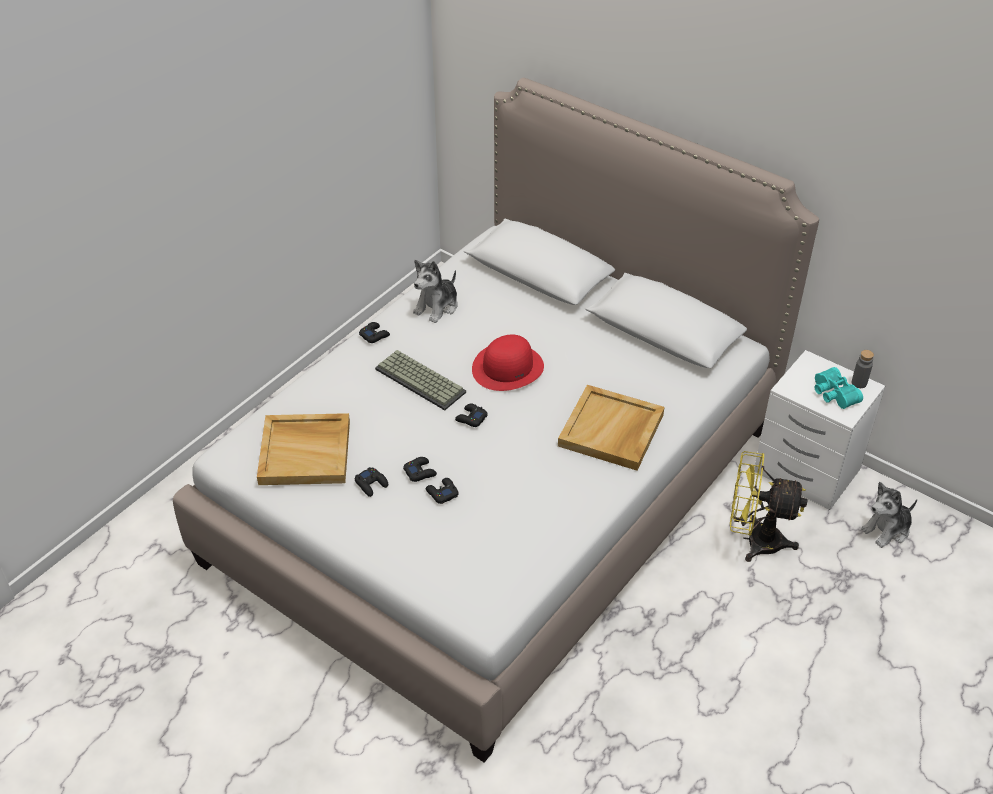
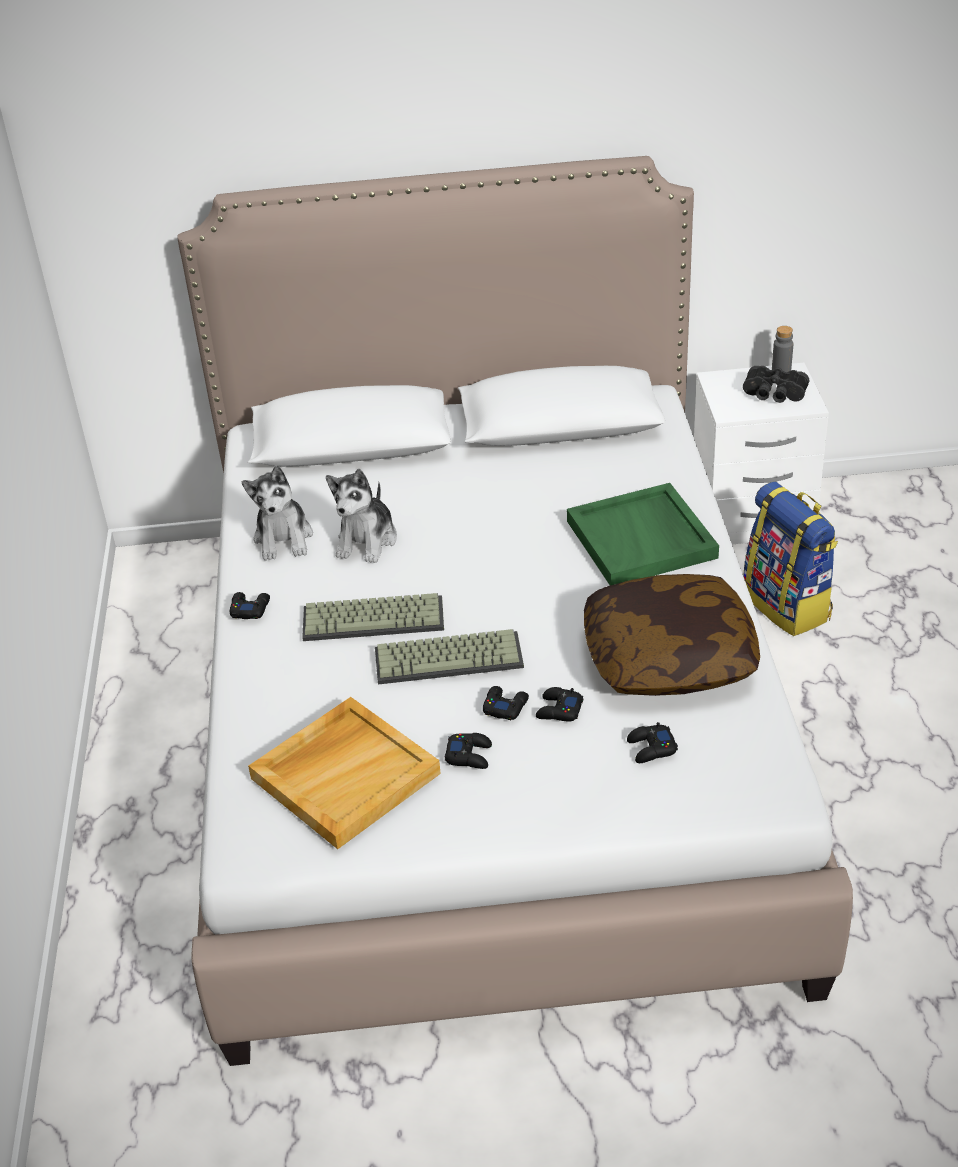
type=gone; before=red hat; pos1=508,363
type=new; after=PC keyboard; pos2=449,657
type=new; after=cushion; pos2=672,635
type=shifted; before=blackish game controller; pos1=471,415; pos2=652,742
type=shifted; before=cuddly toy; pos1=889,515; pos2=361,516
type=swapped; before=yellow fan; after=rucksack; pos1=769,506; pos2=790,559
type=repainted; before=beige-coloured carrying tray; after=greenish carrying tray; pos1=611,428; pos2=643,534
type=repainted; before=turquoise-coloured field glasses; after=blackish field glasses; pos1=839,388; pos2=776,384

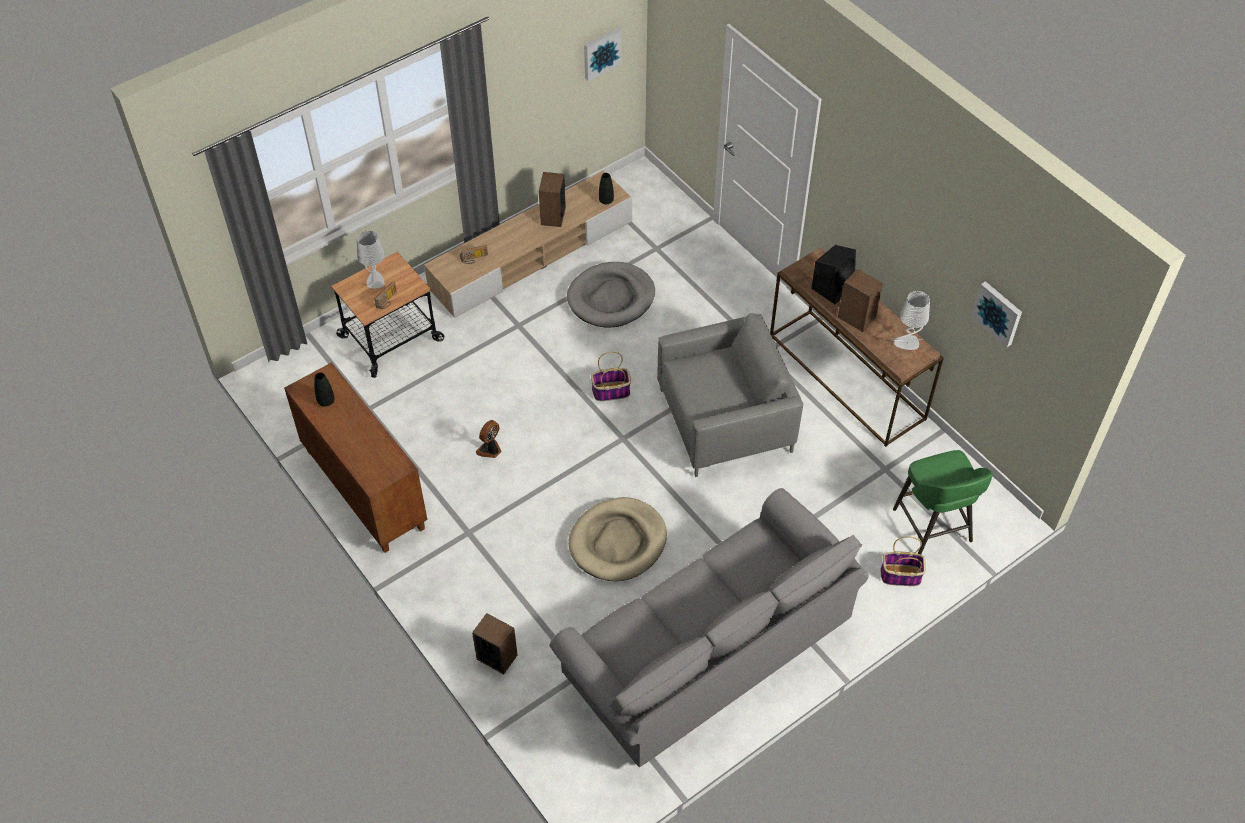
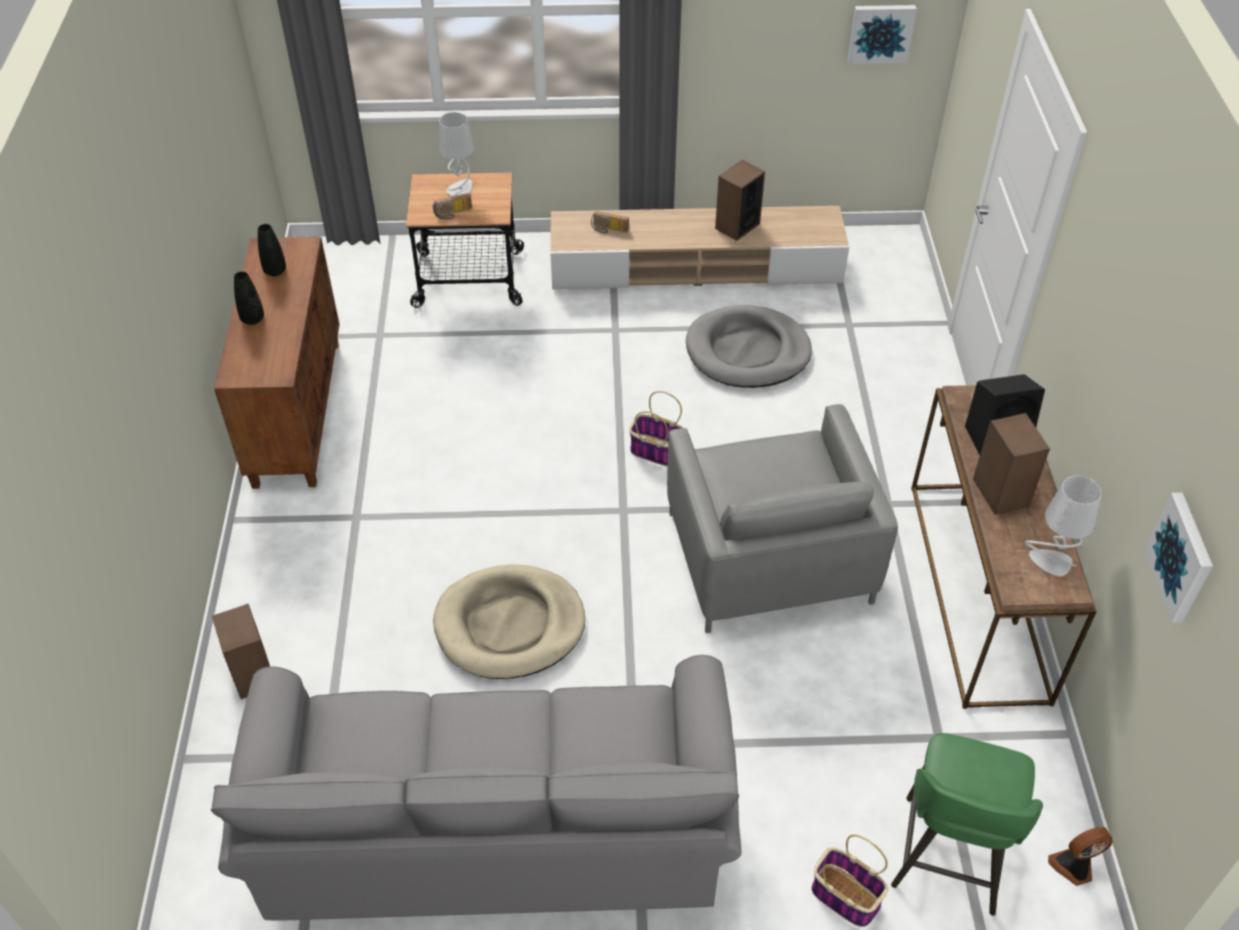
type=shifted; before=fan; pos1=489,439; pos2=1080,856
type=shifted; before=blackish vase; pos1=606,188; pos2=249,298
type=rotated; before=gray easy chair; pos1=730,395; pos2=782,518; turn=60

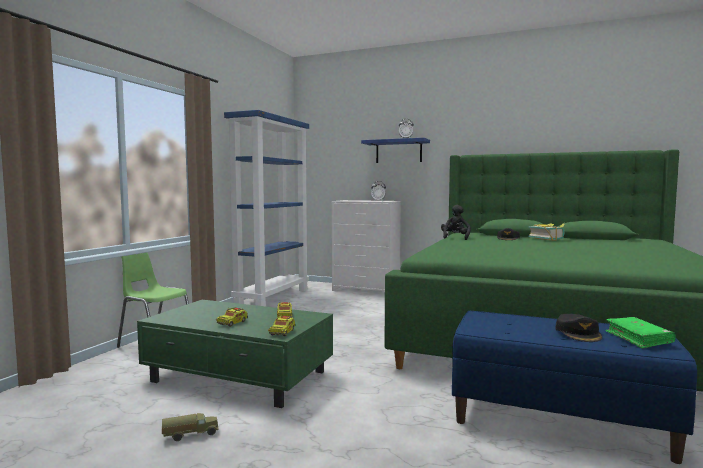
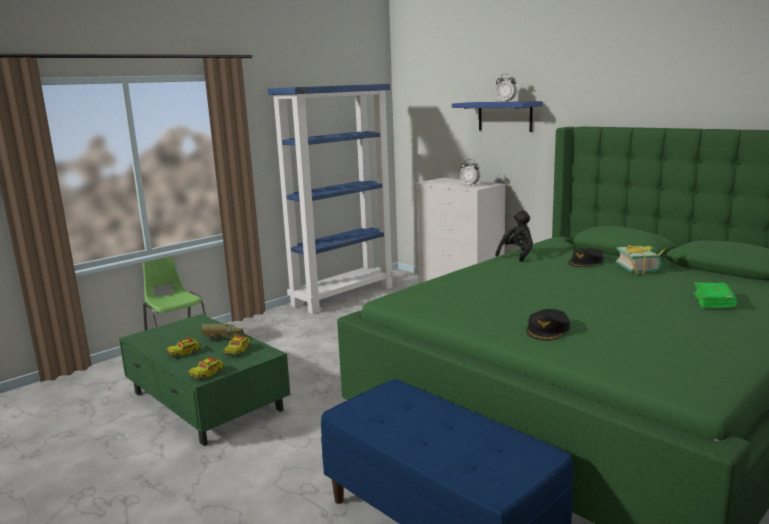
type=shifted; before=toy truck; pos1=190,427; pos2=223,332
type=shifted; before=blackish baseball cap; pos1=579,328; pos2=548,325
type=shifted; before=greenish volume; pos1=640,333; pos2=715,295

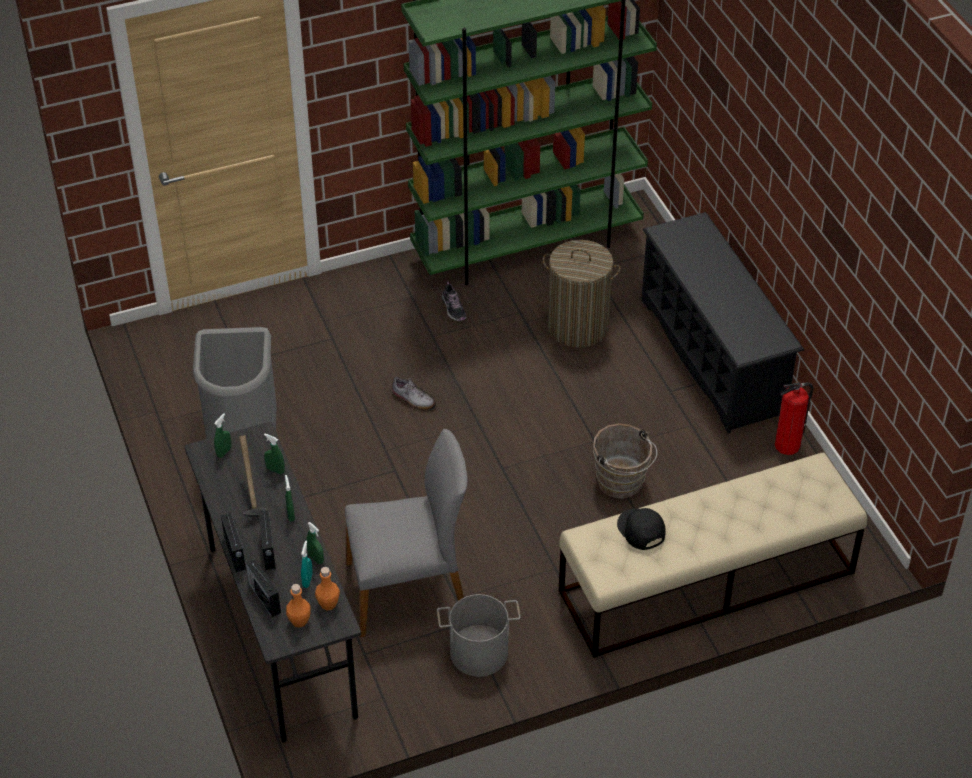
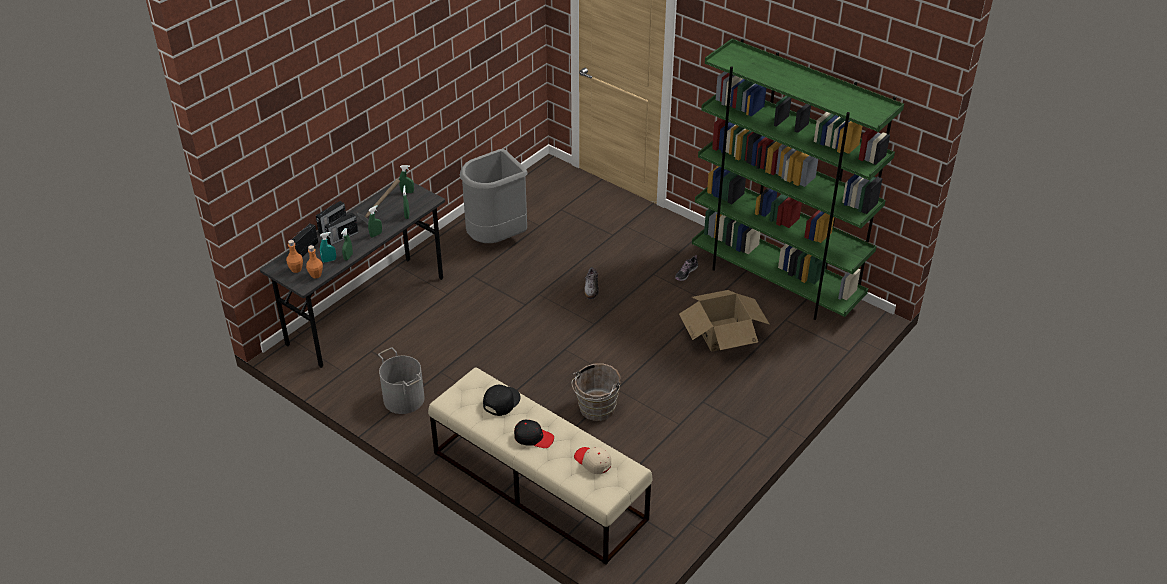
type=gone; before=gray chair; pos1=406,533
type=gone; before=blackish shoe rack; pos1=722,322
type=gone; before=extinguisher; pos1=794,418
type=new; after=blackish baseball cap; pos2=534,434
type=new; after=beige-coloured baseball cap; pos2=592,460
type=swapped; before=laundry basket; after=carton; pos1=582,294; pos2=724,321

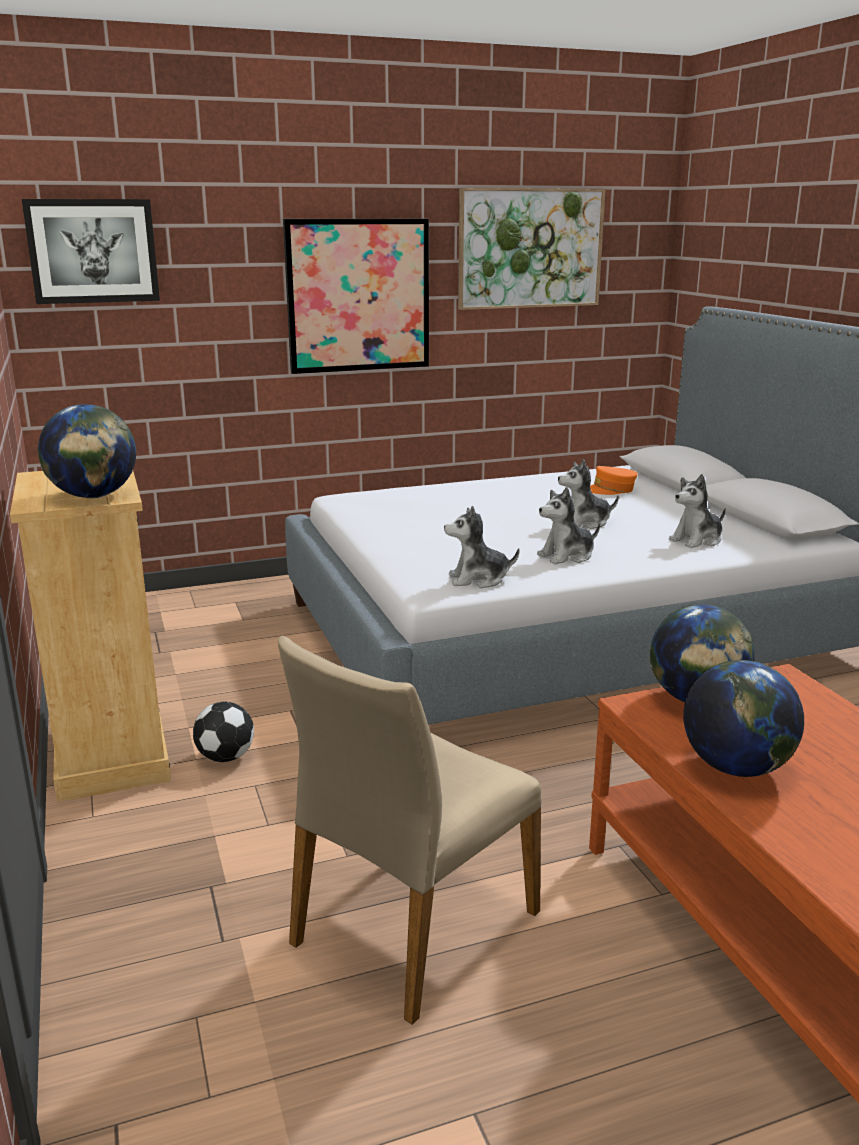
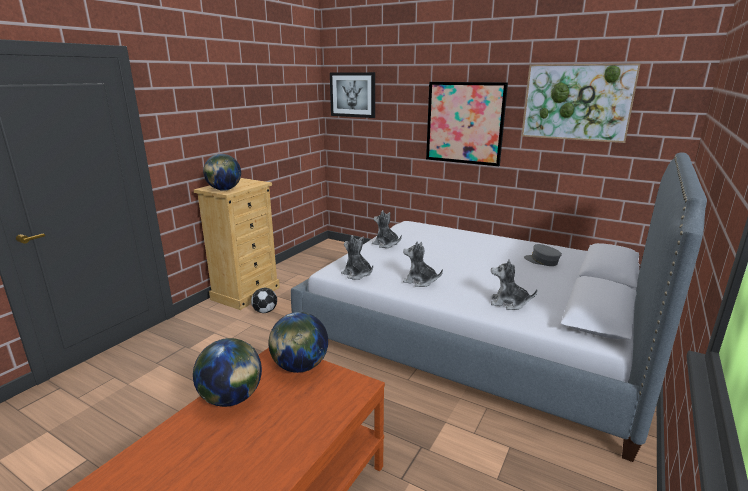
type=gone; before=beige-coloured chair; pos1=410,830
type=shifted; before=cuddly toy; pos1=588,494; pos2=387,229
type=repainted; before=orange baseball cap; after=gray baseball cap; pos1=614,480; pos2=543,255

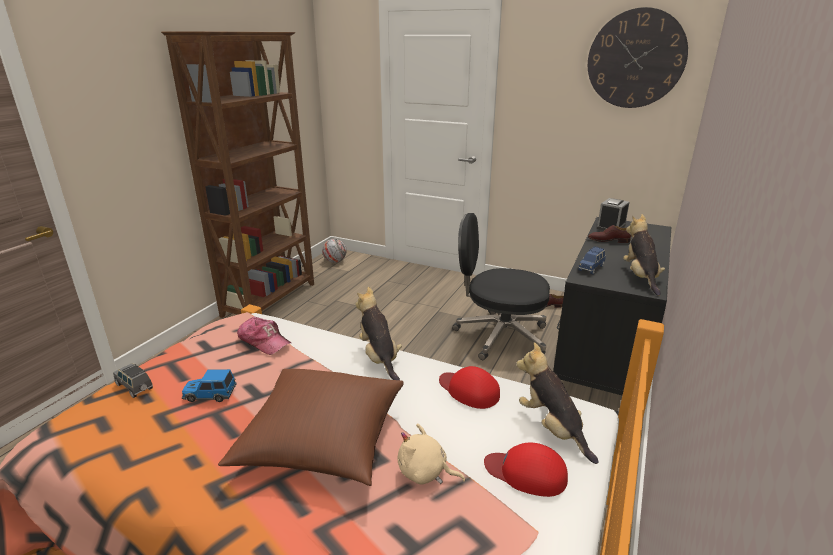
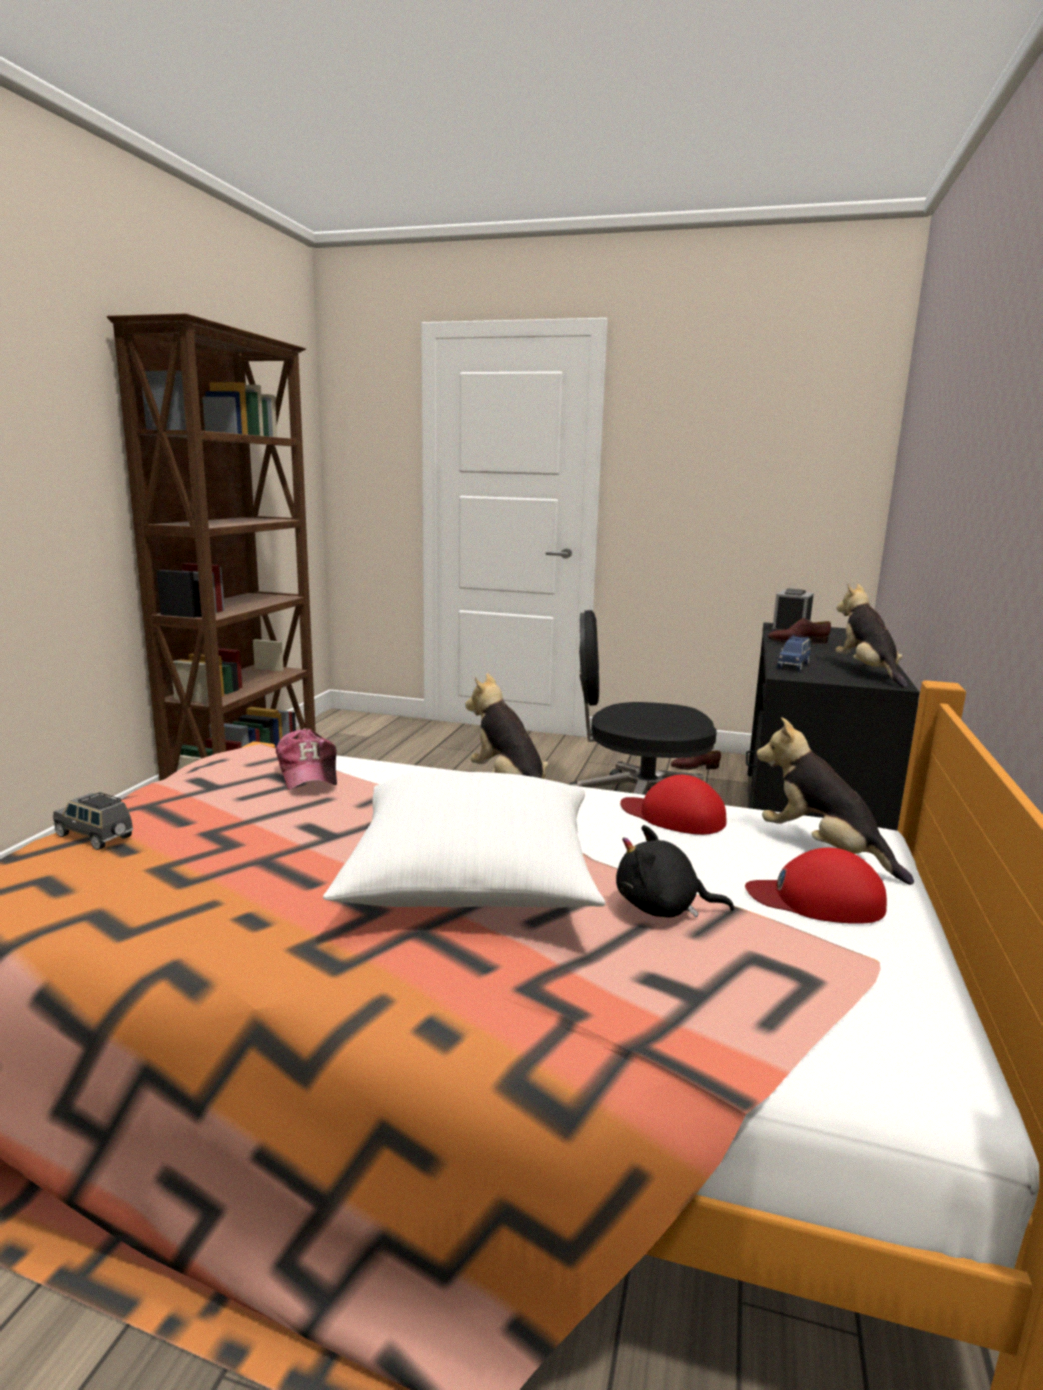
type=gone; before=toy car; pos1=209,385
type=gone; before=football ball; pos1=334,251
type=gone; before=wall clock; pos1=638,57
type=repainted; before=brown cushion; after=whitish cushion; pos1=311,427; pos2=464,840
type=repainted; before=beige-coloured cuddly toy; after=blackish cuddly toy; pos1=431,454; pos2=675,871
type=rotated; before=baseball cap; pos1=264,336; pos2=306,759; turn=45

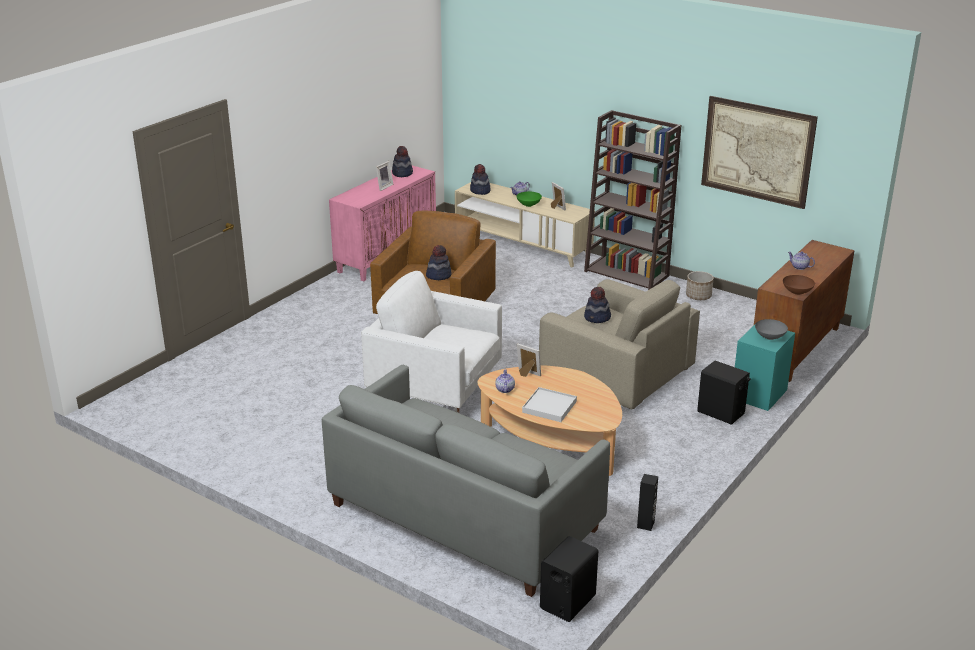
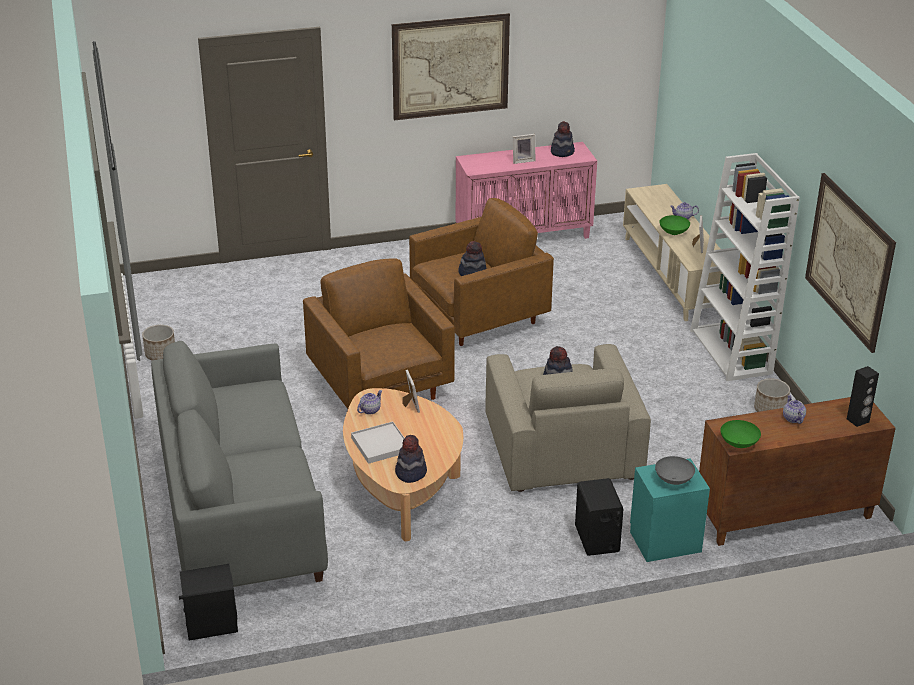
type=new; after=plant pot; pos2=158,343
type=new; after=wall picture; pos2=451,67
type=shifted; before=hat; pos1=480,179; pos2=411,459
type=shifted; before=blackish loudspeaker; pos1=647,502; pos2=863,396
type=repainted; before=whitish easy chair; after=brown easy chair; pos1=431,342; pos2=379,333
type=repainted; before=brown shelving unit; after=whitish shelving unit; pos1=632,200; pos2=745,267
type=repainted; before=brown bowl; after=greenish bowl; pos1=799,285; pos2=740,434

